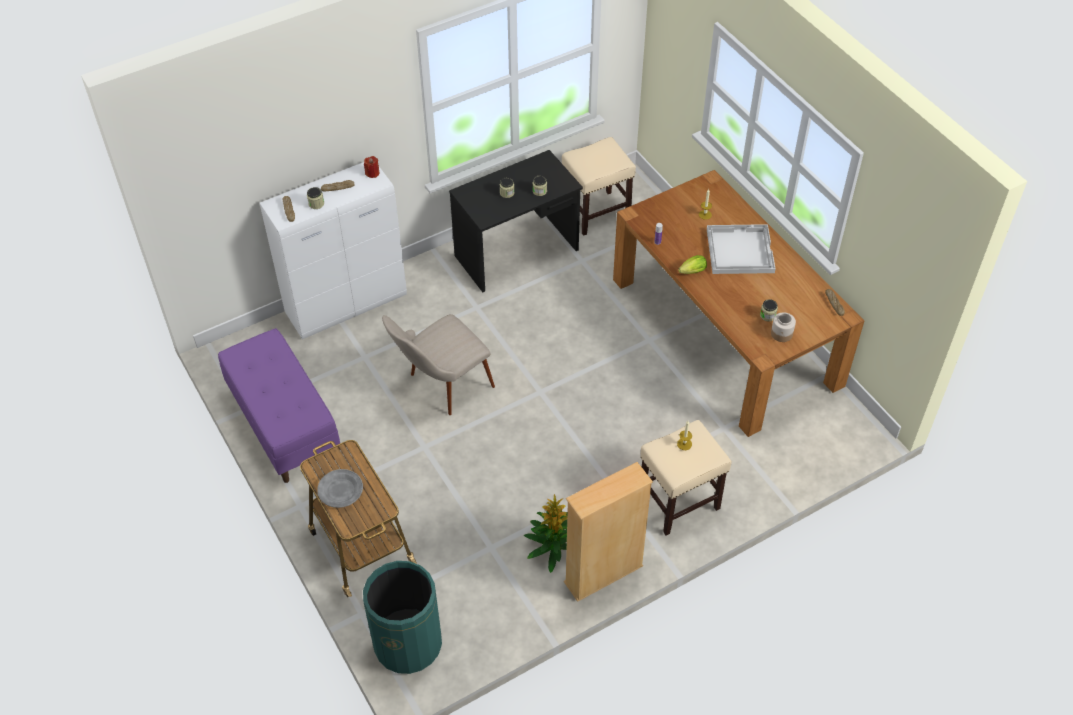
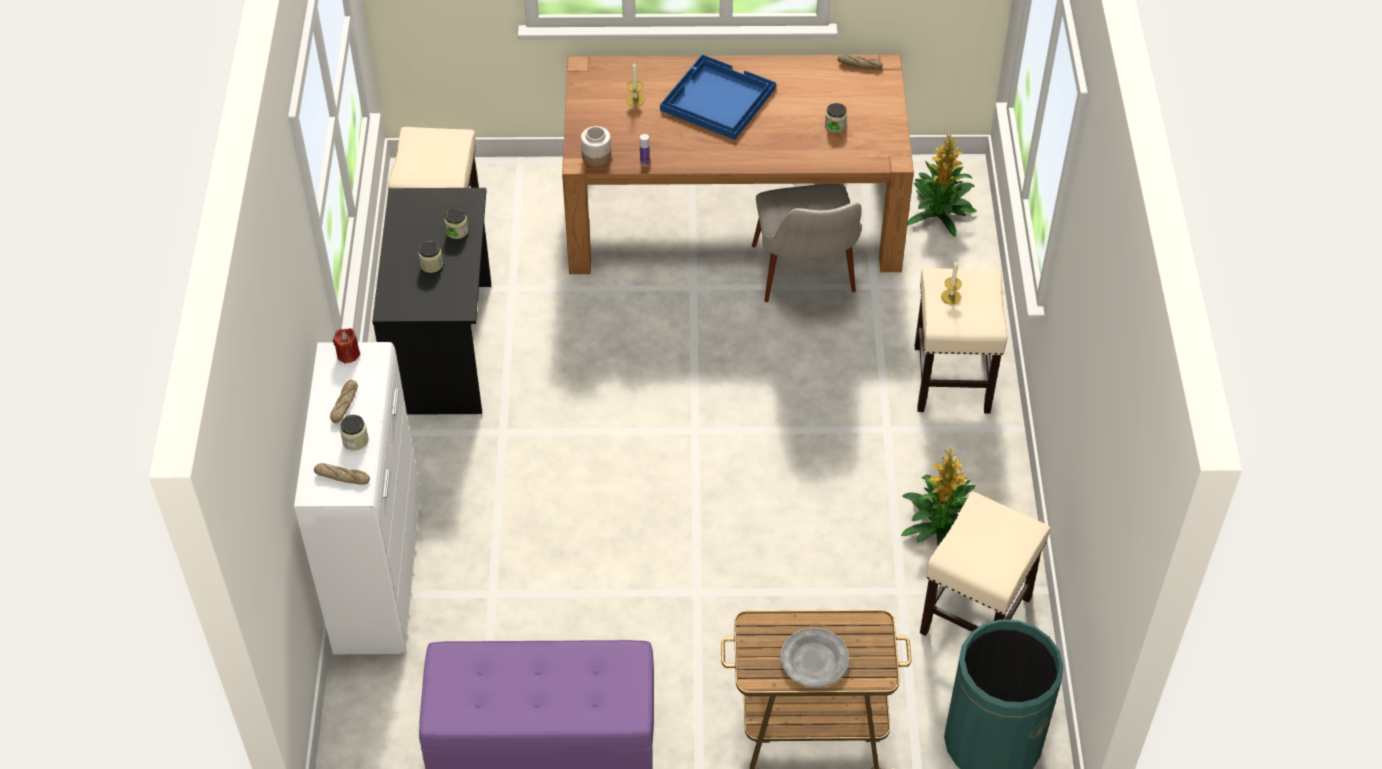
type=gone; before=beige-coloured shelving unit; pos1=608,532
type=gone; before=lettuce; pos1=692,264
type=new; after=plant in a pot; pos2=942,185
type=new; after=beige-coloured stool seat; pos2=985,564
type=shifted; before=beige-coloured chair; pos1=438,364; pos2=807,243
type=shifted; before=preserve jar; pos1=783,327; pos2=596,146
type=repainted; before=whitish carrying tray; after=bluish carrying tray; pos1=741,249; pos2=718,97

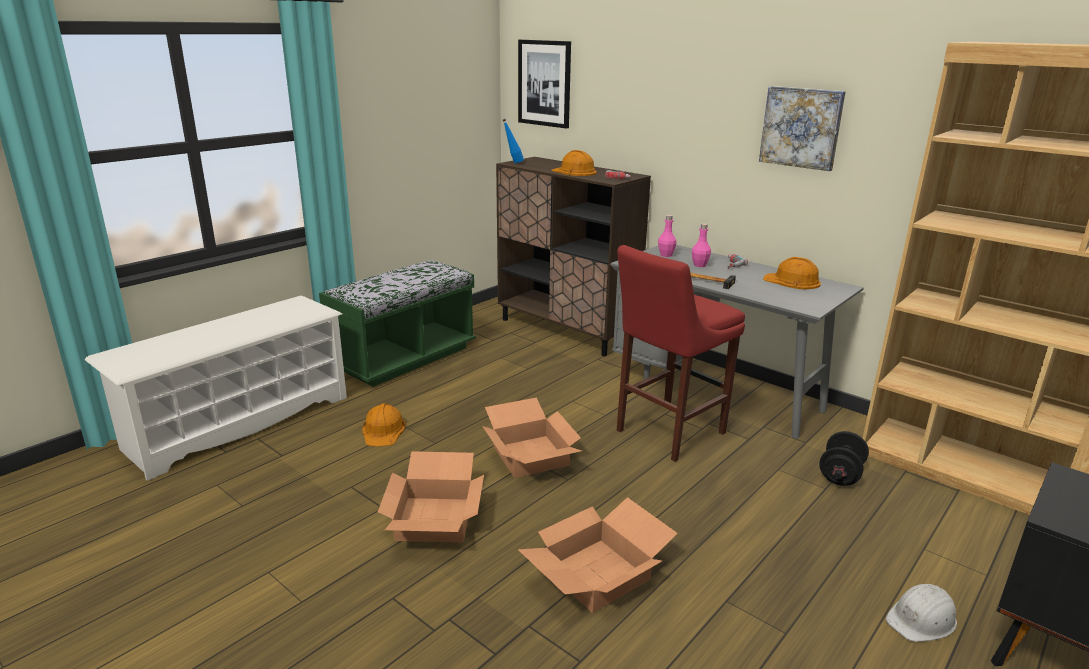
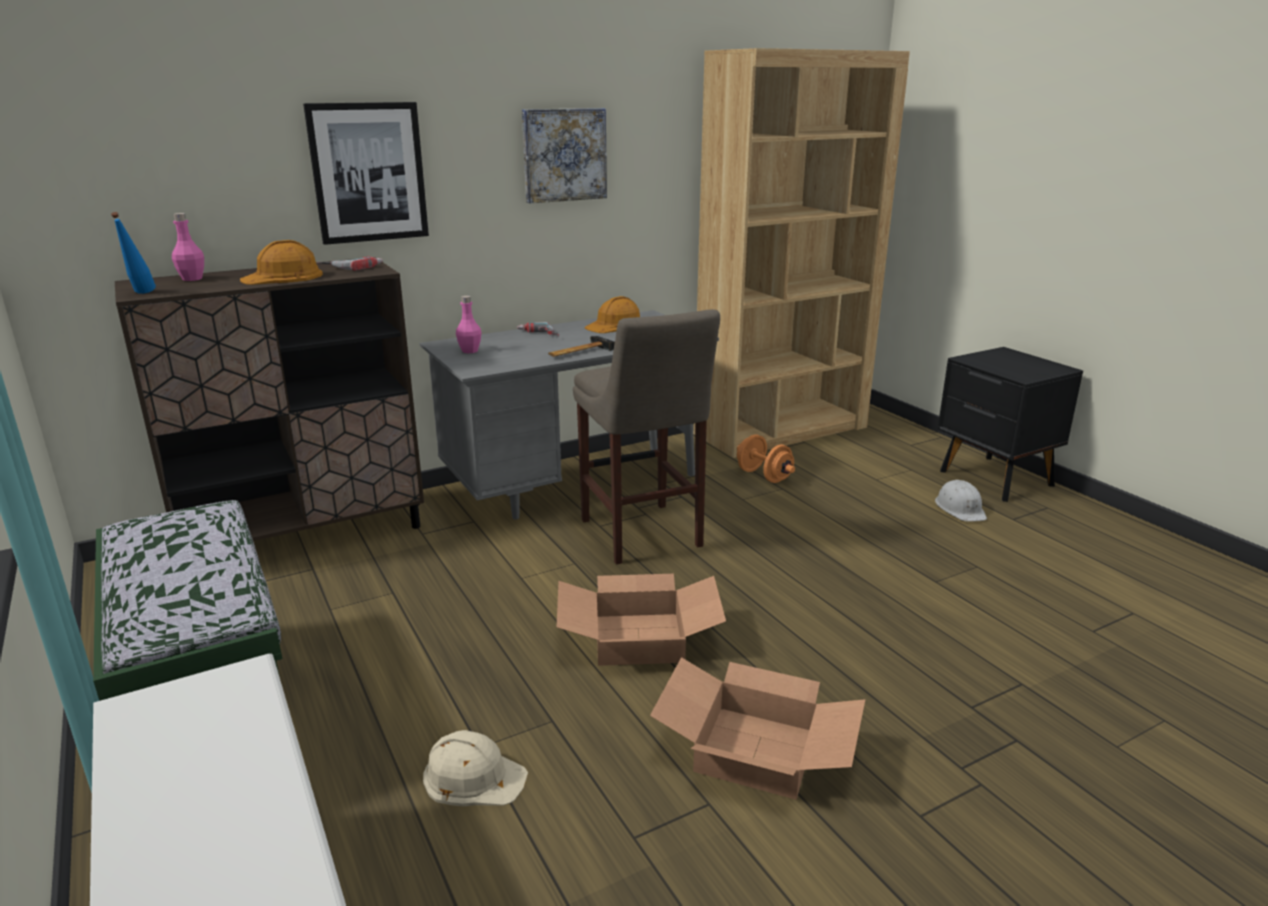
type=gone; before=carton; pos1=598,555
type=shifted; before=wall picture; pos1=544,84; pos2=366,173
type=shifted; before=pink bottle; pos1=701,245; pos2=188,247
type=repainted; before=orange work helmet; after=beige-coloured work helmet; pos1=384,425; pos2=475,768
type=repainted; before=red stool seat; after=beige-coloured stool seat; pos1=681,353; pos2=646,437
type=repainted; before=blackish free weight; after=orange free weight; pos1=844,458; pos2=766,459

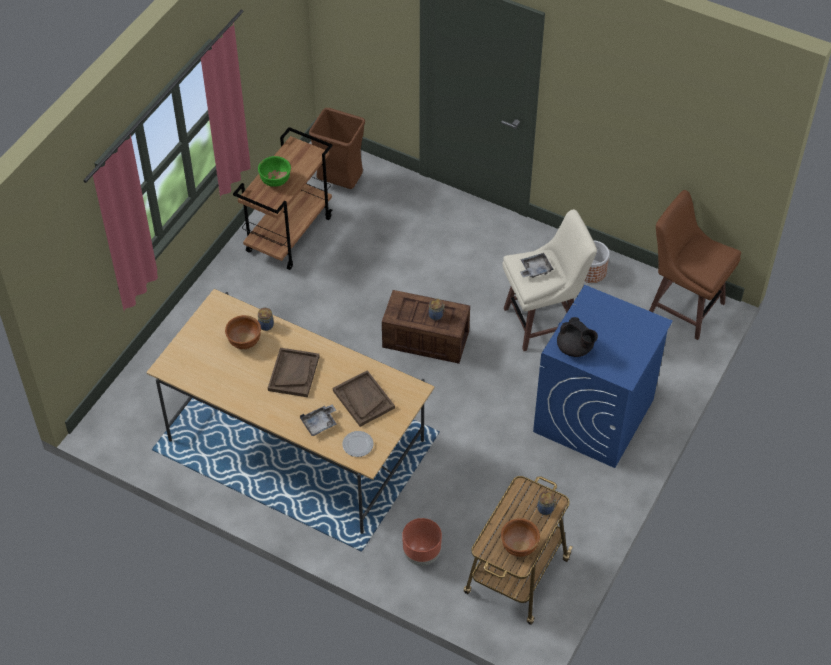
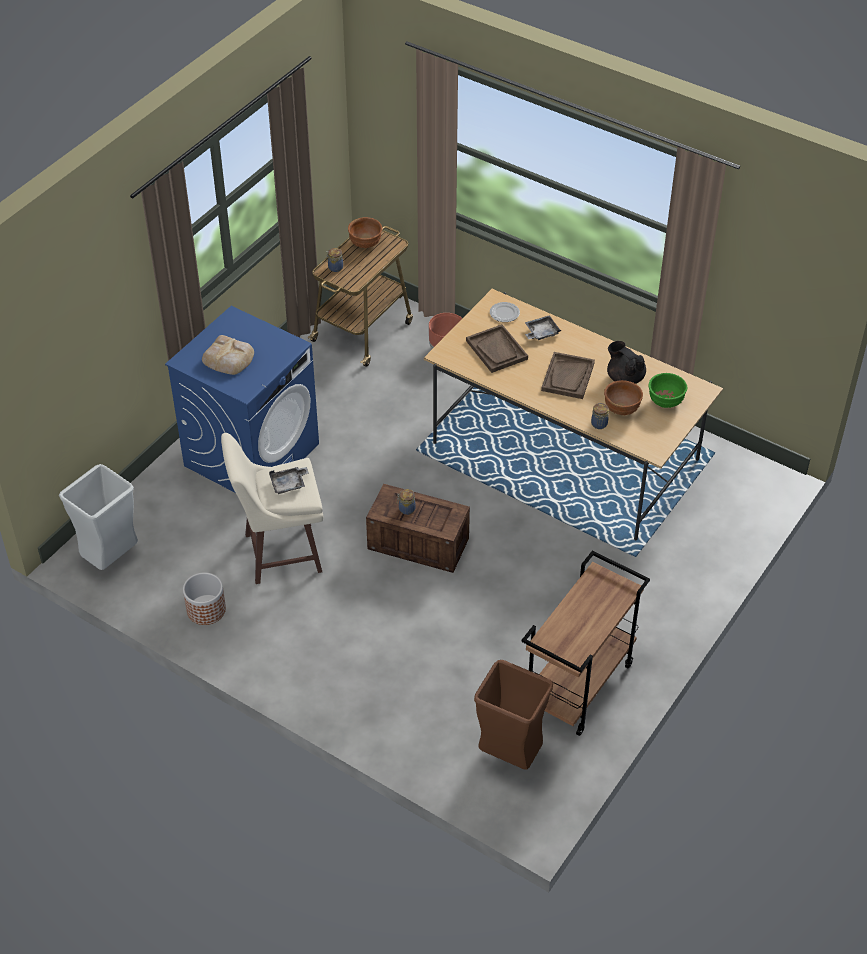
type=new; after=bakery bread; pos2=228,355
type=shifted; before=greenish bowl; pos1=274,171; pos2=667,390
type=shifted; before=blackish pot for tea; pos1=577,337; pos2=626,362
type=swapped; before=brown stool seat; after=gray waste bin; pos1=695,265; pos2=98,517

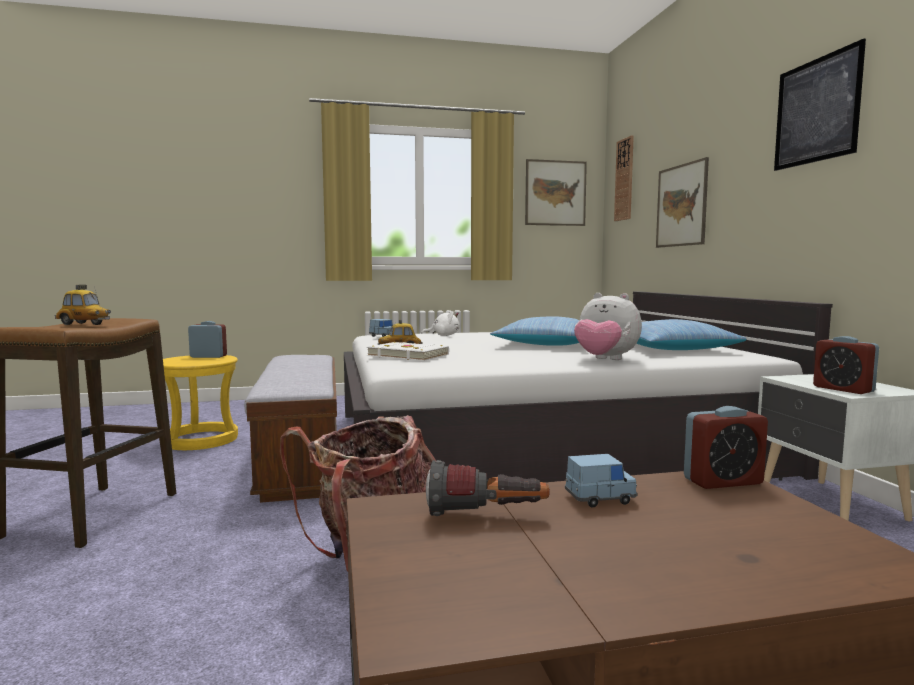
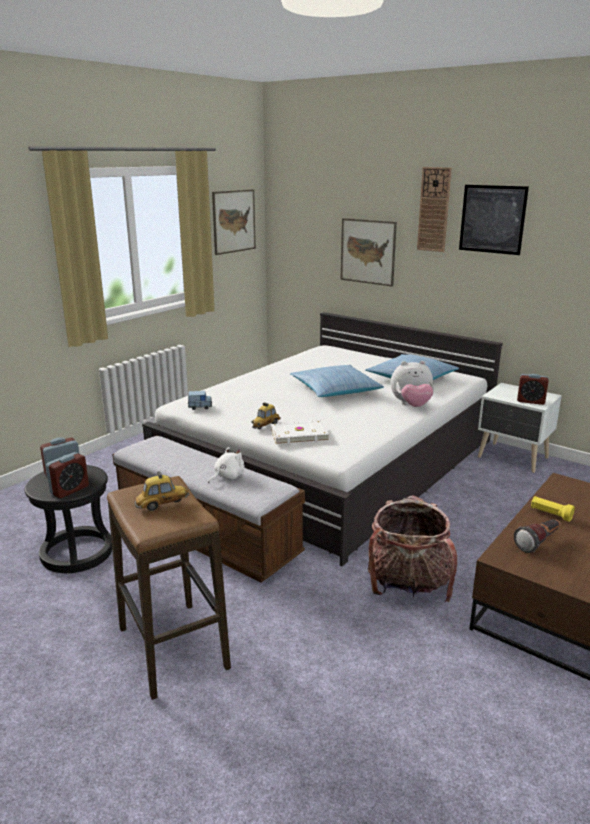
type=shifted; before=whitish cuddly toy; pos1=440,323; pos2=226,465
type=shifted; before=wall clock; pos1=624,178; pos2=434,209
type=shifted; before=bedside clock; pos1=726,447; pos2=67,475
type=swapped; before=bluish toy car; after=yellow flashlight; pos1=601,480; pos2=553,509
type=repainted; before=yellow stool seat; after=blackish stool seat; pos1=200,402; pos2=68,519

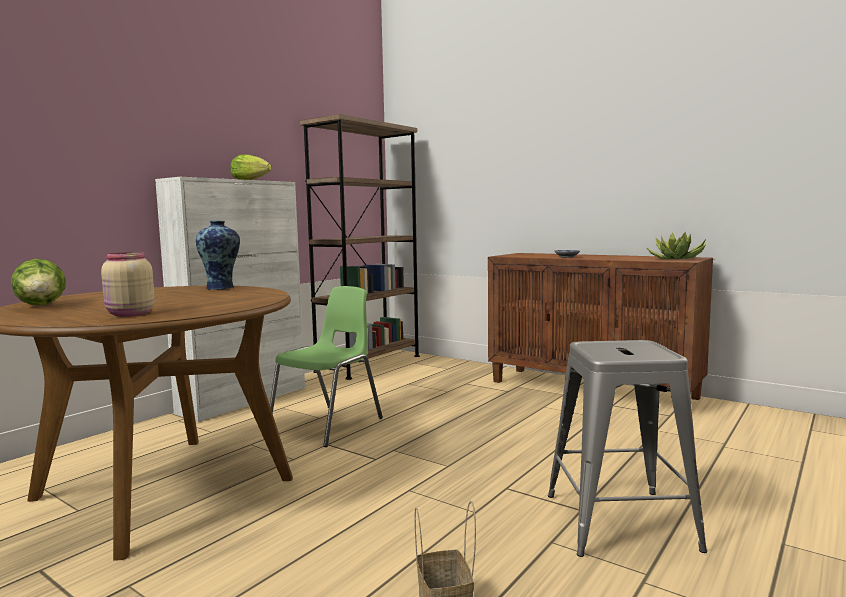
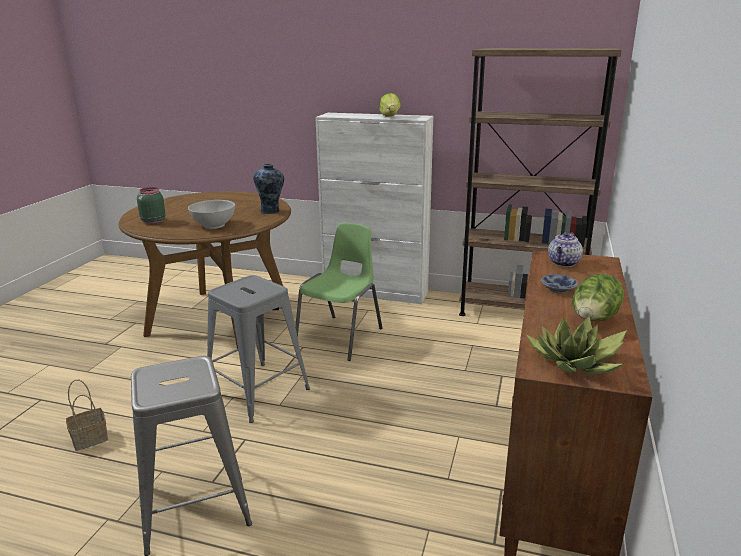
type=new; after=whitish bowl; pos2=211,214
type=new; after=gray stool seat; pos2=258,349
type=new; after=pot for tea; pos2=565,249
type=shifted; before=lettuce; pos1=38,282; pos2=598,297
type=repainted; before=beige-coloured preserve jar; after=greenish preserve jar; pos1=128,284; pos2=151,205
type=rotated; before=greenish chair; pos1=326,366; pos2=338,292; turn=-75

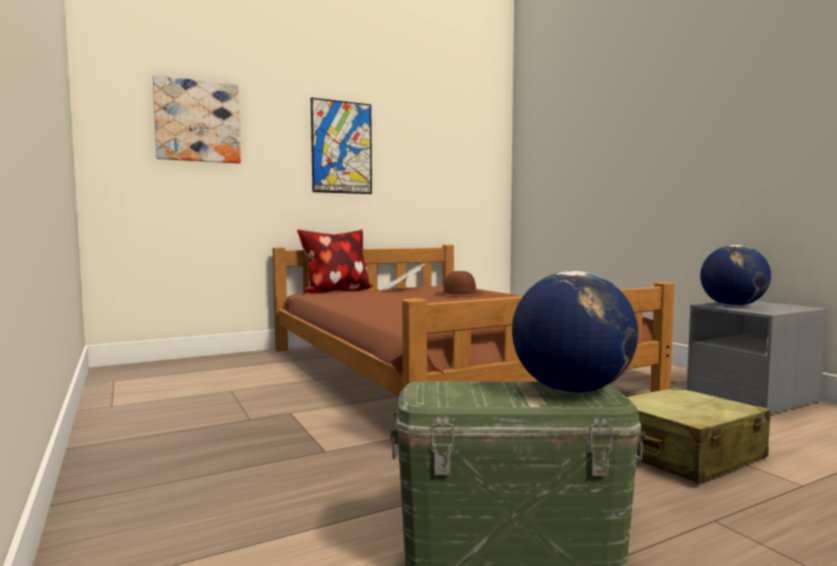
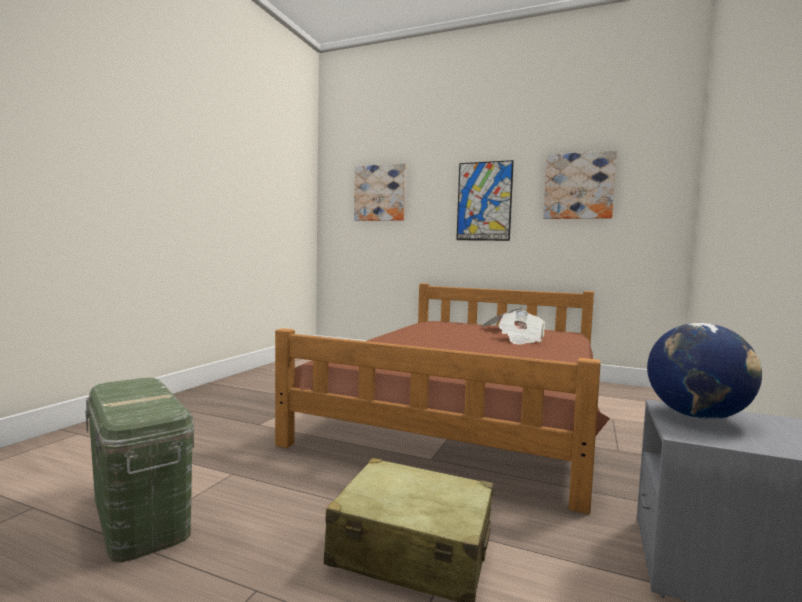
type=gone; before=cushion; pos1=335,261
type=gone; before=desk globe; pos1=575,332
type=new; after=wall picture; pos2=580,184
type=swapped; before=brown hat; after=daily paper; pos1=460,284; pos2=521,327

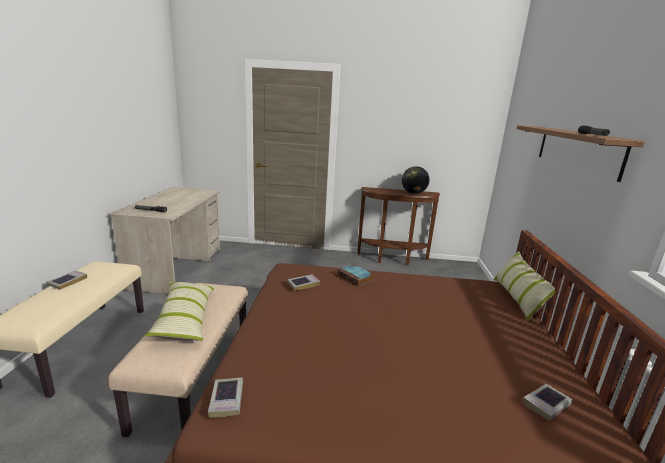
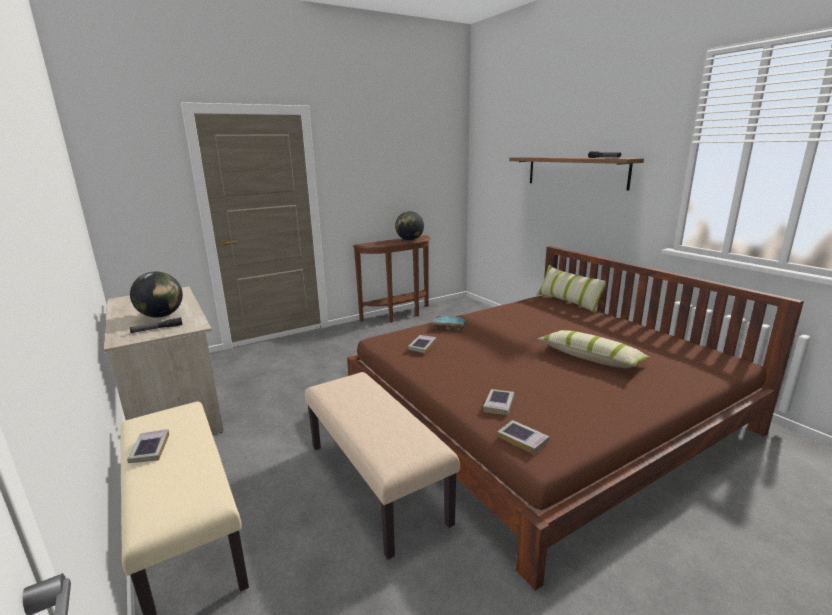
type=new; after=desk globe; pos2=156,295
type=shifted; before=cushion; pos1=180,311; pos2=594,349
type=shifted; before=volume; pos1=548,402; pos2=498,402

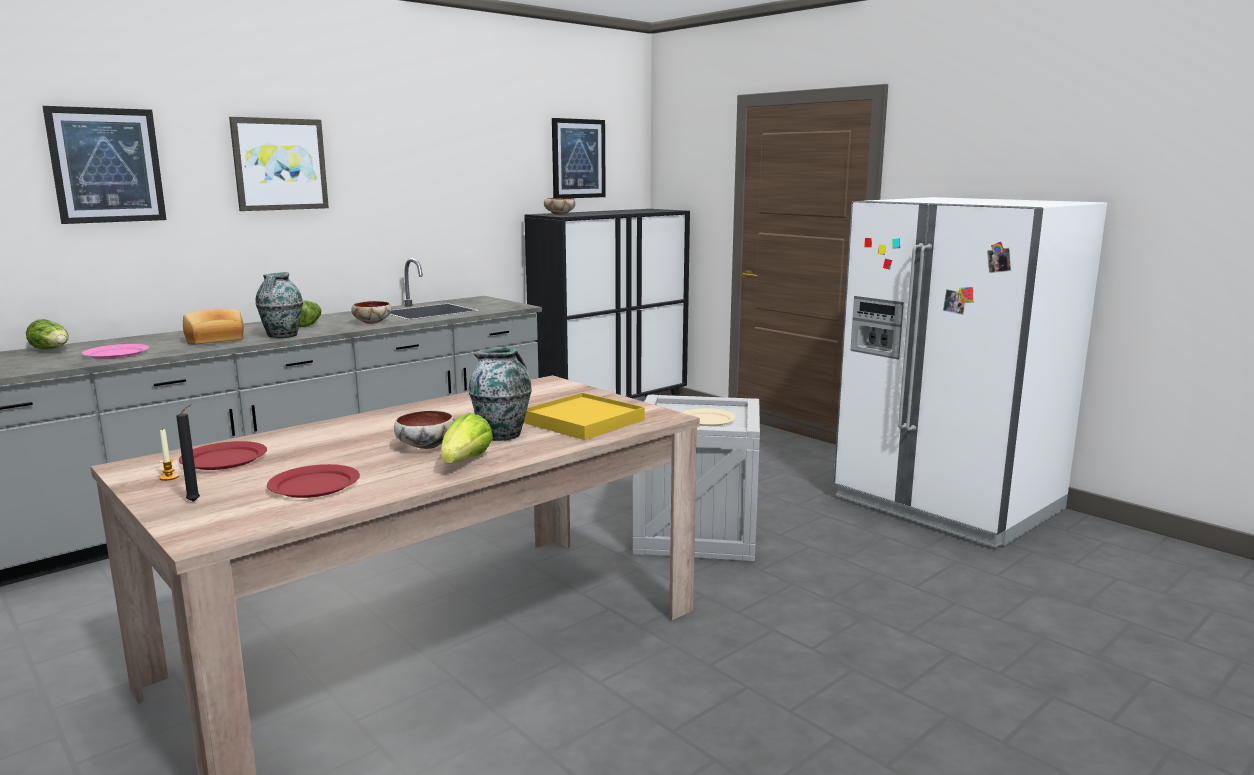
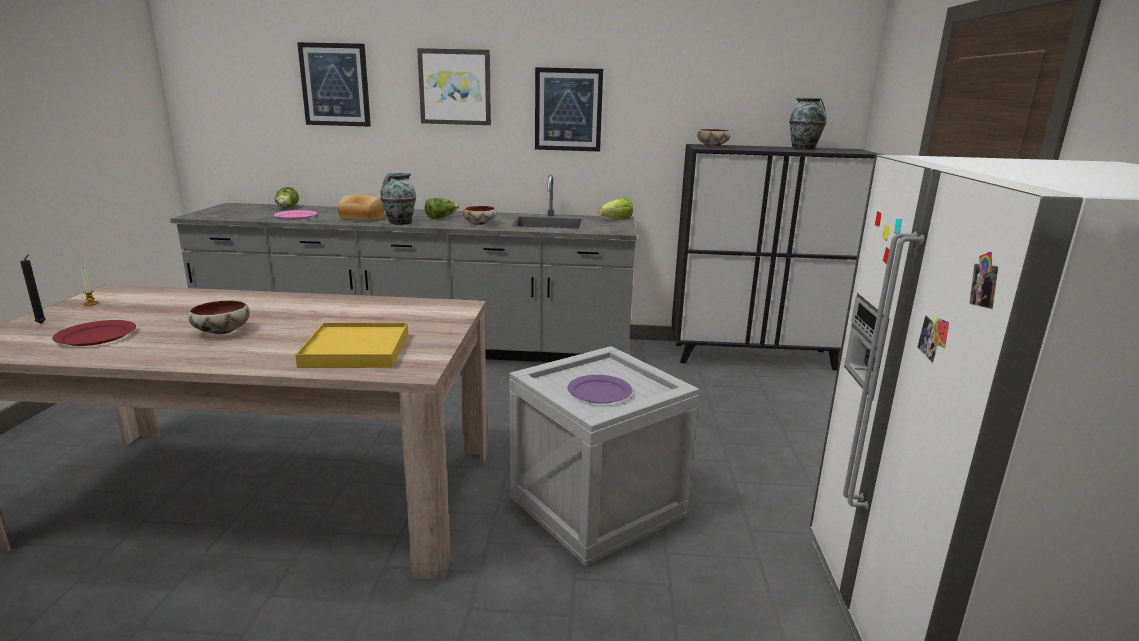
type=gone; before=red flat dish; pos1=223,455
type=shifted; before=lettuce; pos1=467,438; pos2=616,208
type=shifted; before=vase; pos1=500,394; pos2=808,123
type=shifted; before=wall picture; pos1=579,158; pos2=569,109
type=repainted; before=beige-coloured flat dish; after=purple-coloured flat dish; pos1=709,417; pos2=600,389

